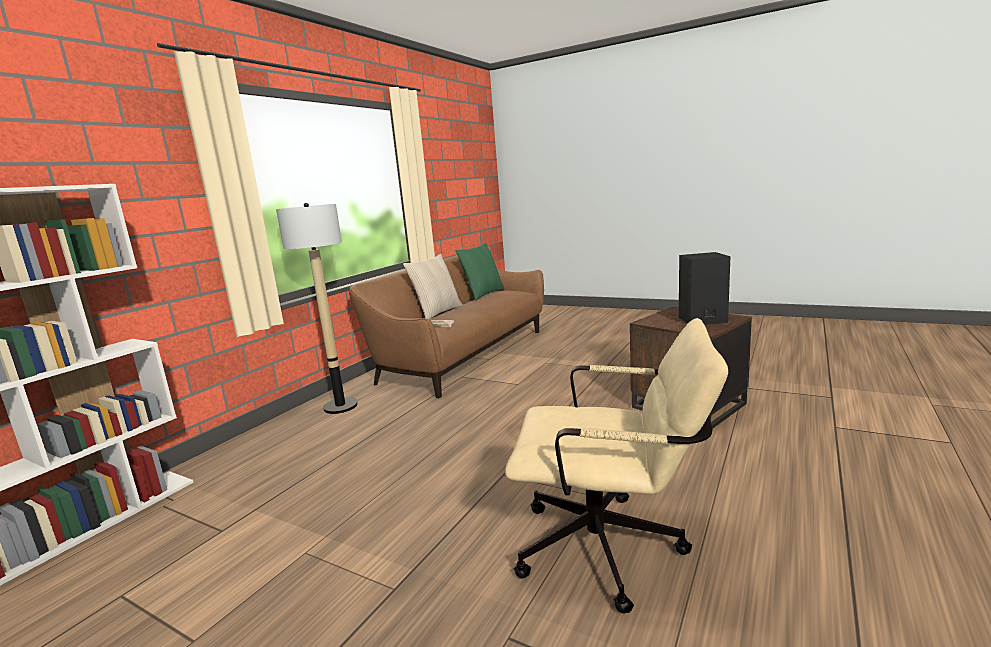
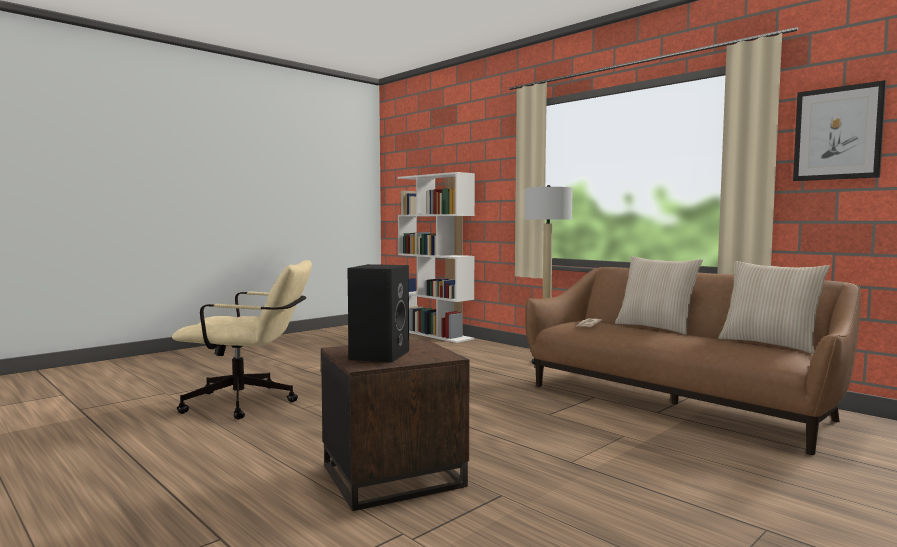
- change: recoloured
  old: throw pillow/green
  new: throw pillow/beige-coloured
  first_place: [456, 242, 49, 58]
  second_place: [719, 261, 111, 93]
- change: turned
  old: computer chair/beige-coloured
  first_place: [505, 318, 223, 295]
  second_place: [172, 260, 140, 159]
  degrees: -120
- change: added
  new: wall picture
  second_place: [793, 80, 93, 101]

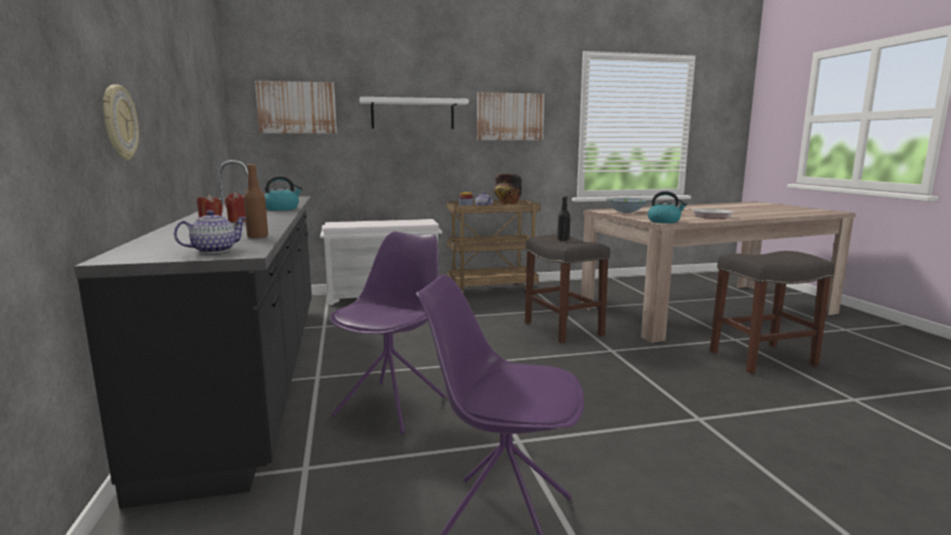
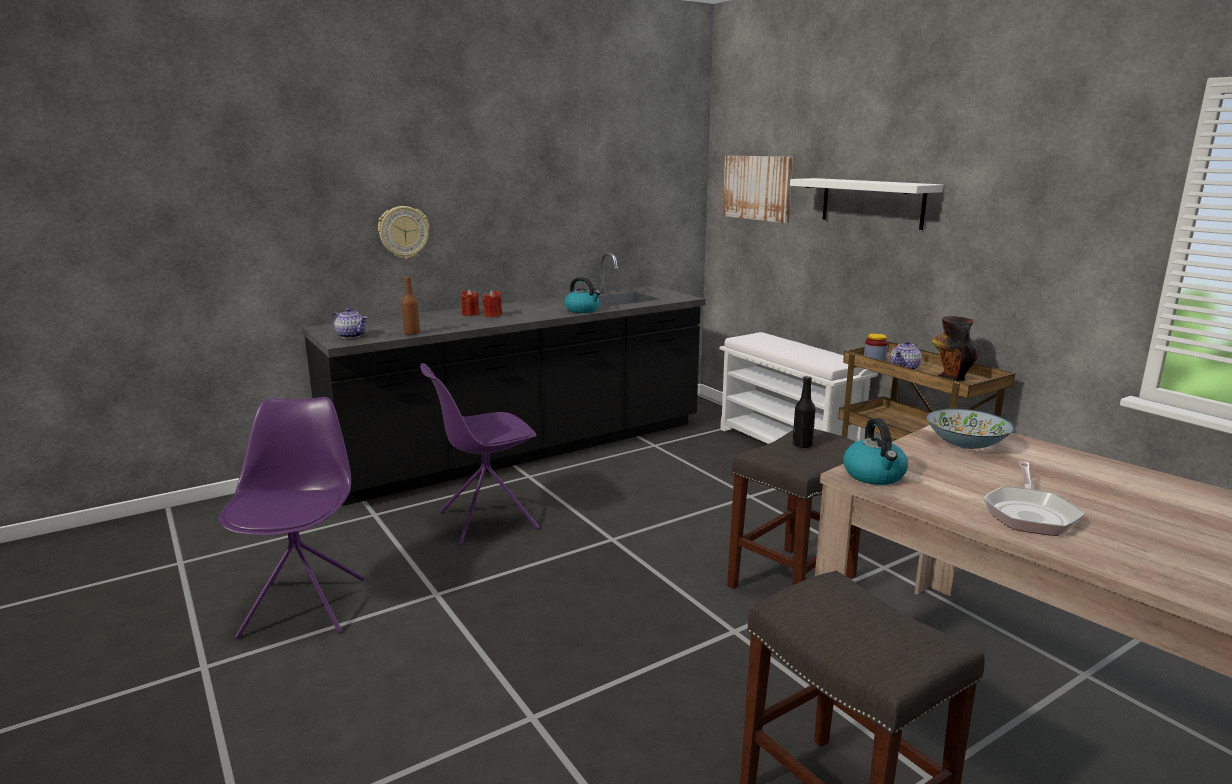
- change: turned
  old: chair/purple
  first_place: [329, 231, 117, 203]
  second_place: [420, 363, 120, 183]
  degrees: 150
- change: removed
  old: wall picture
  first_place: [477, 92, 68, 48]

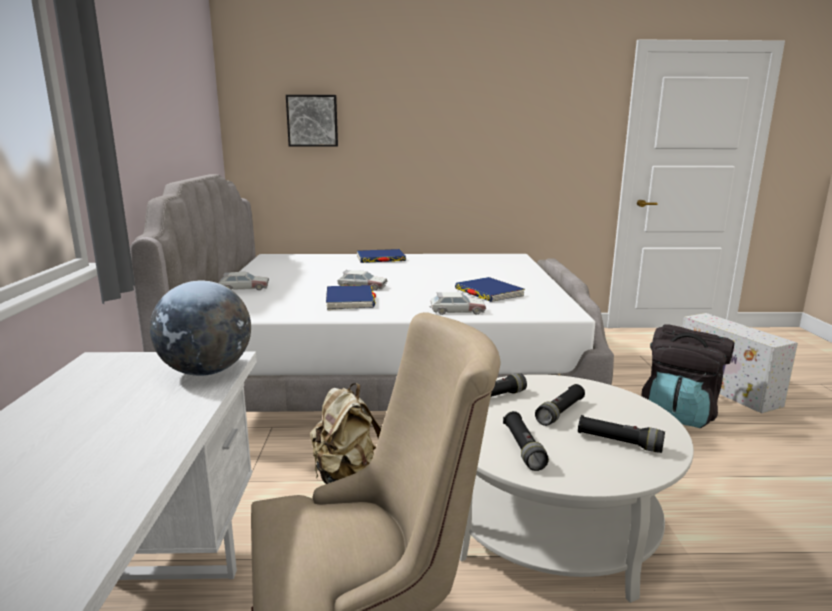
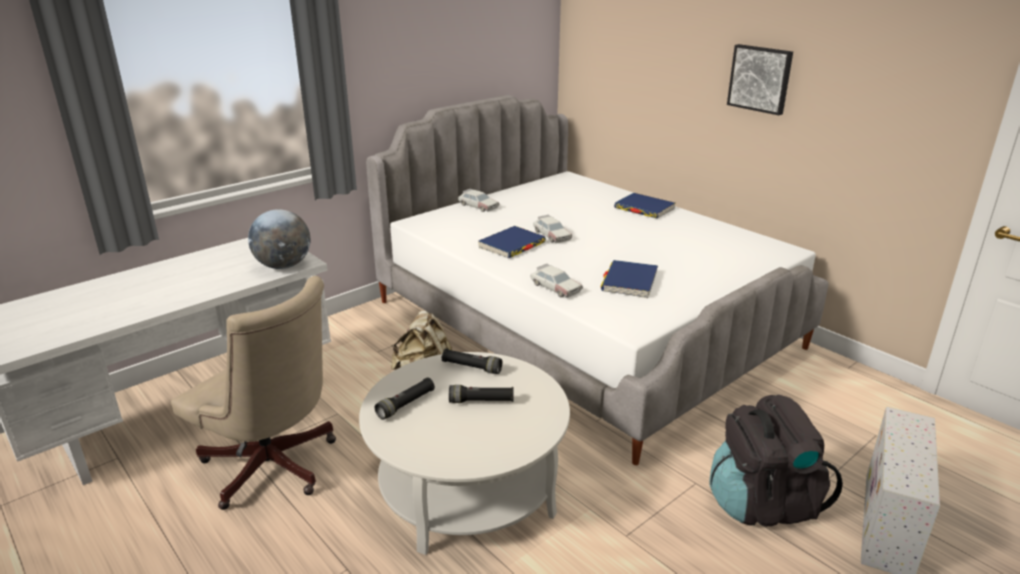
- change: moved
  old: wall picture
  first_place: [286, 95, 52, 52]
  second_place: [727, 44, 66, 71]
- change: removed
  old: hand torch/blackish
  first_place: [578, 415, 87, 38]

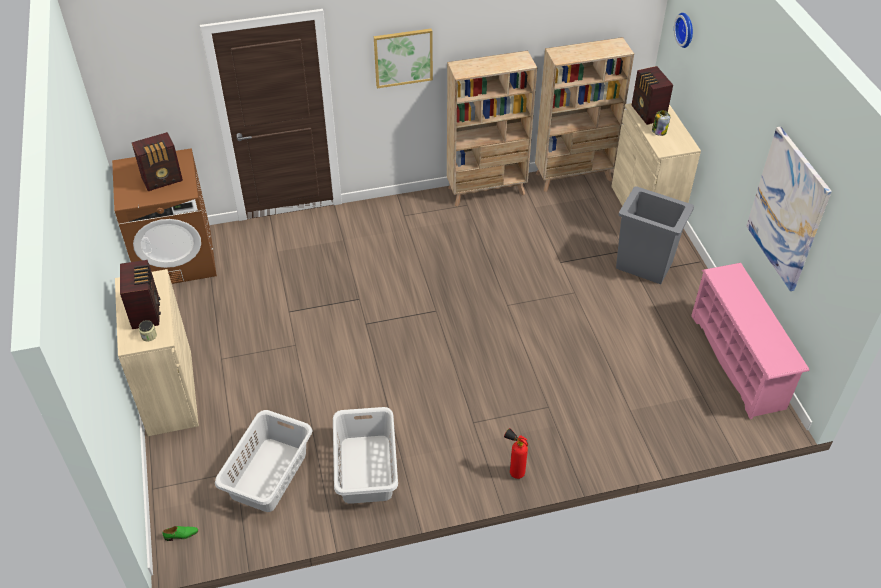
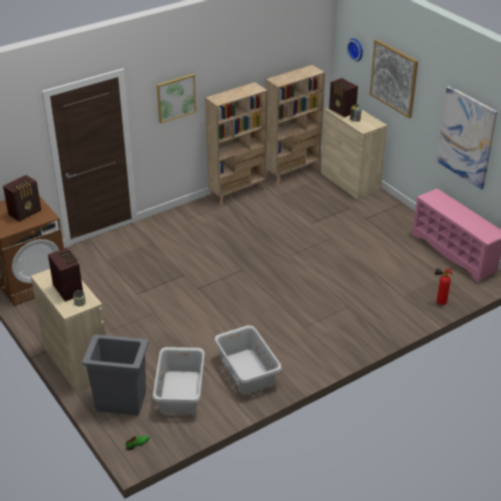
- change: moved
  old: fire-fighting cylinder
  first_place: [504, 428, 24, 51]
  second_place: [435, 268, 17, 37]
- change: moved
  old: waste bin/grey
  first_place: [616, 186, 78, 98]
  second_place: [82, 334, 66, 82]
- change: added
  new: wall picture
  second_place: [370, 39, 48, 79]

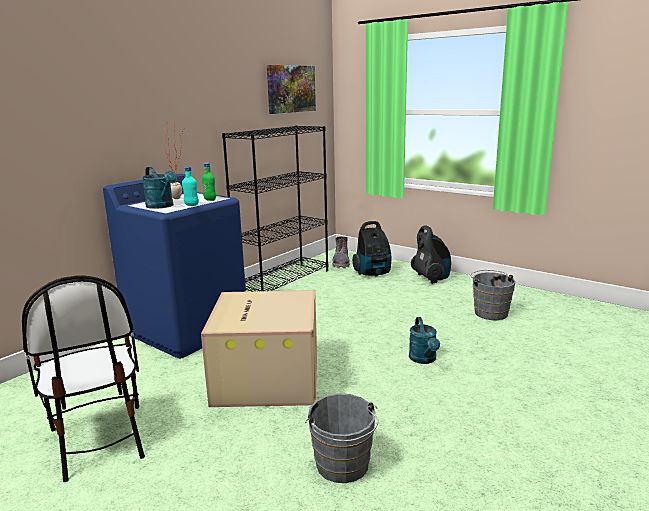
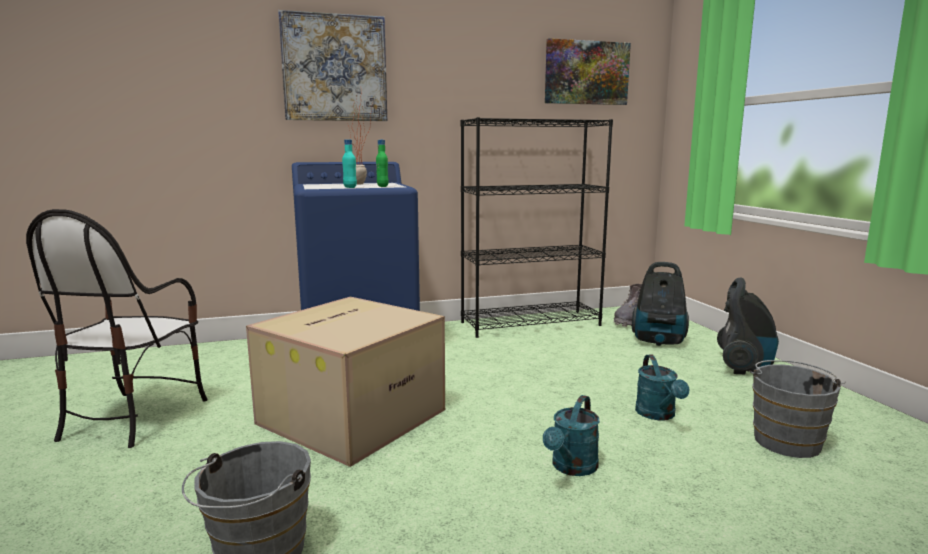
- change: moved
  old: sprinkling can/blue-green
  first_place: [142, 167, 35, 42]
  second_place: [635, 355, 55, 66]
- change: added
  new: wall picture
  second_place: [278, 10, 109, 111]

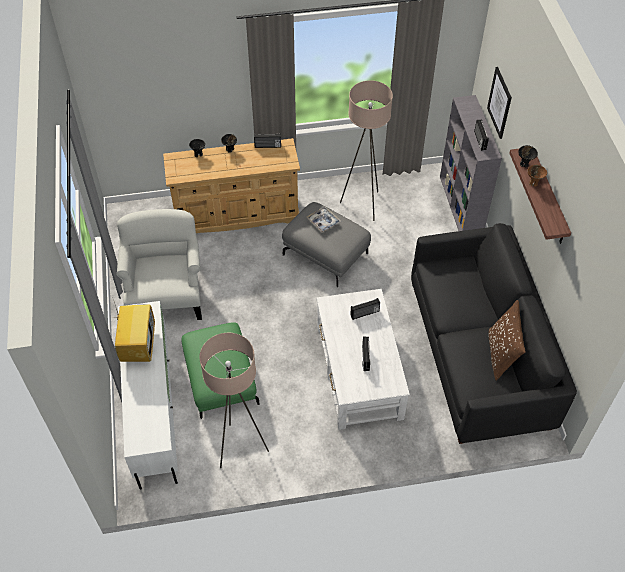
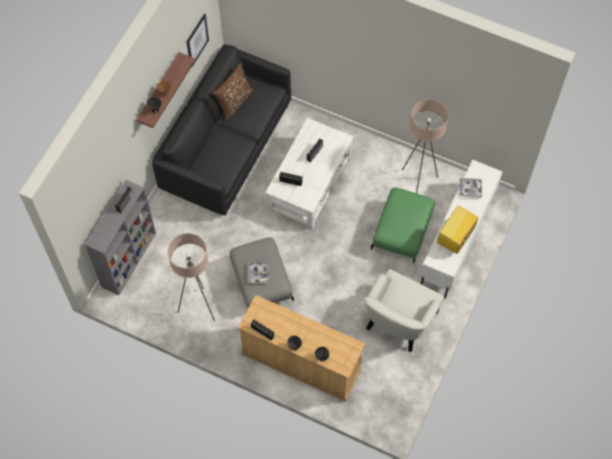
- change: moved
  old: wall picture
  first_place: [487, 67, 25, 72]
  second_place: [186, 14, 23, 54]
- change: added
  new: carrying tray
  second_place: [460, 178, 22, 20]

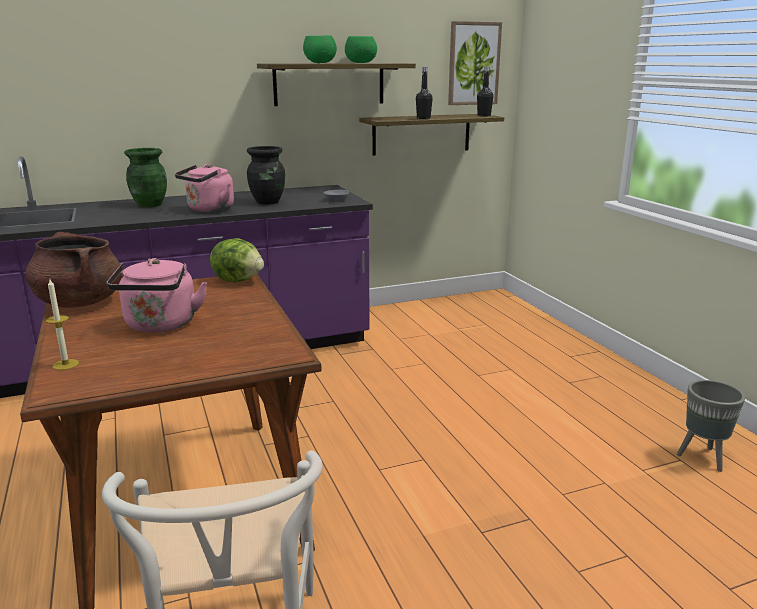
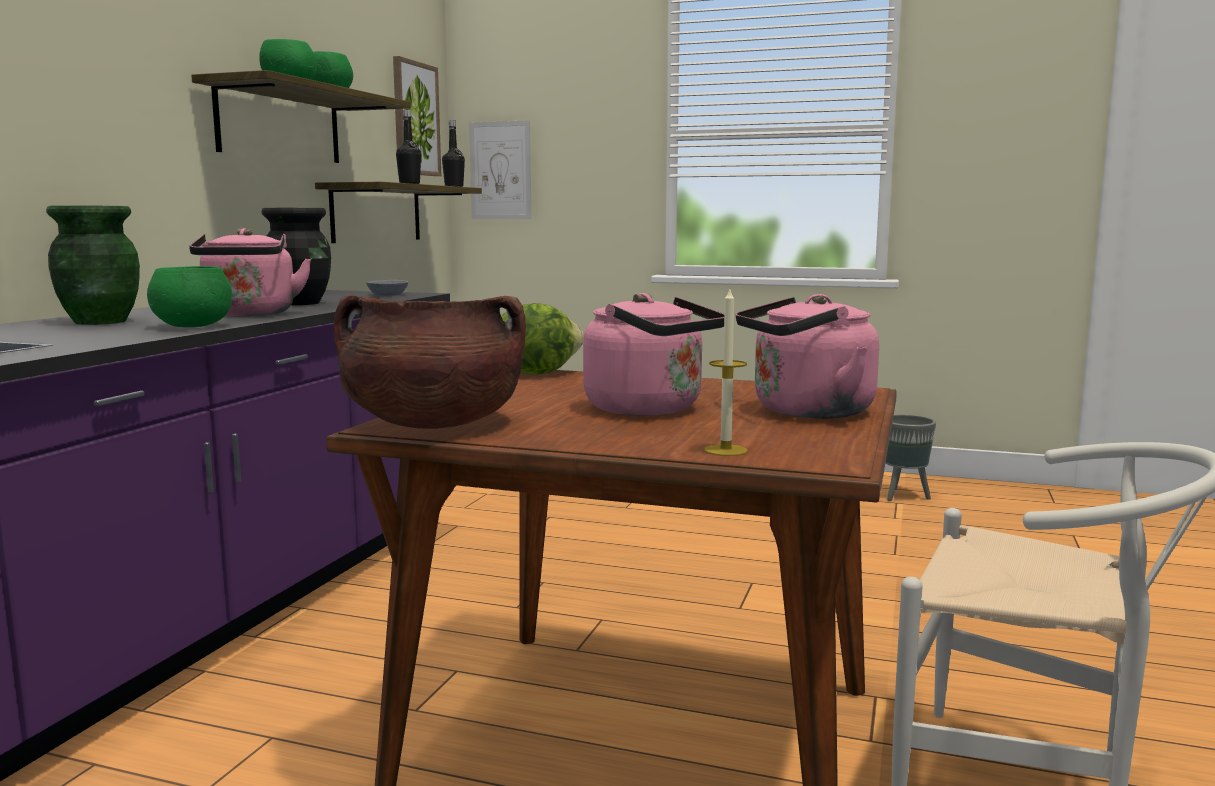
- change: added
  new: serving bowl/green
  second_place: [147, 266, 85, 61]
- change: added
  new: wall picture
  second_place: [469, 120, 62, 99]
- change: added
  new: water kettle/pink
  second_place: [736, 294, 143, 124]

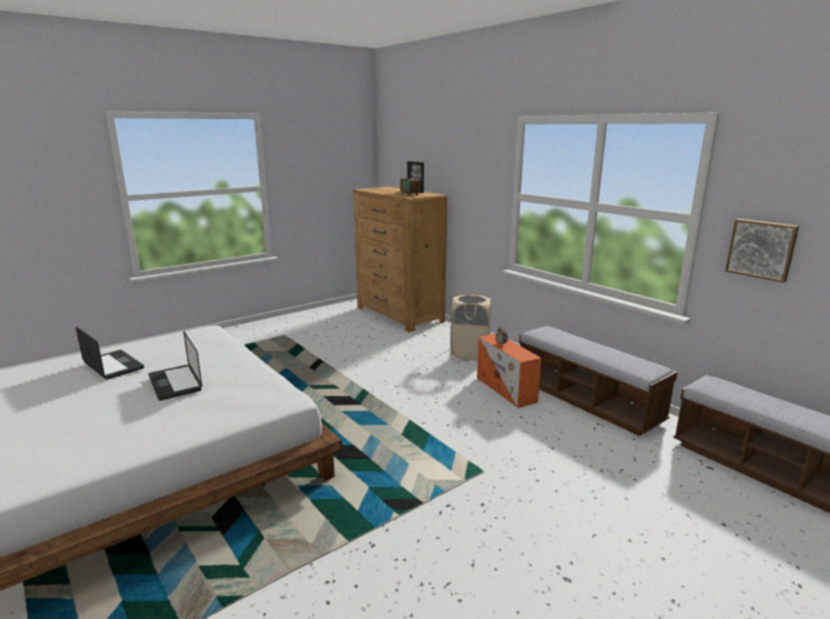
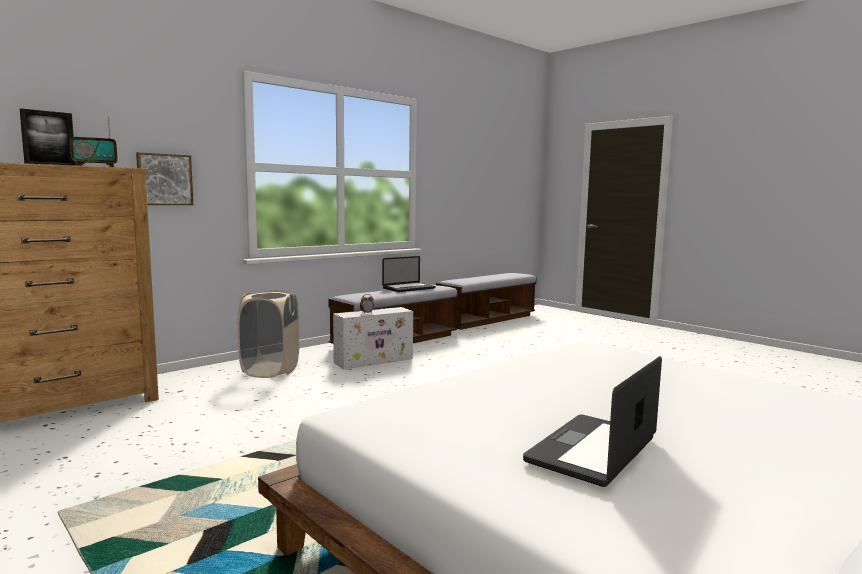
- change: moved
  old: notebook computer
  first_place: [149, 330, 53, 71]
  second_place: [382, 256, 53, 36]
- change: recoloured
  old: storage box/orange-coloured
  new: storage box/white-coloured
  first_place: [477, 334, 65, 74]
  second_place: [333, 307, 80, 63]
- change: moved
  old: wall picture
  first_place: [725, 219, 74, 64]
  second_place: [136, 152, 57, 53]

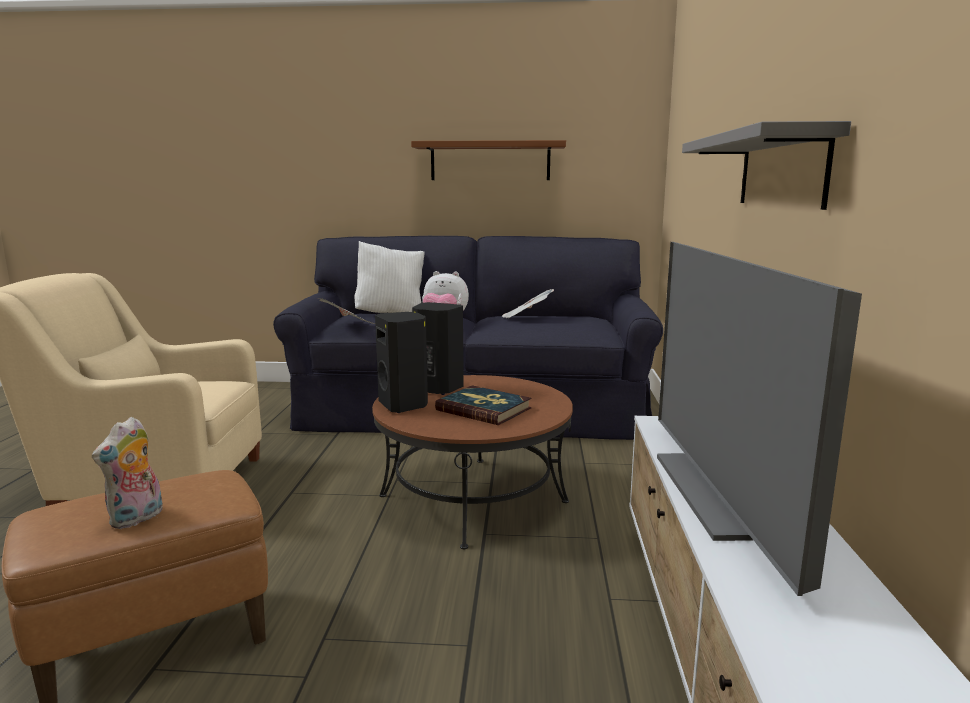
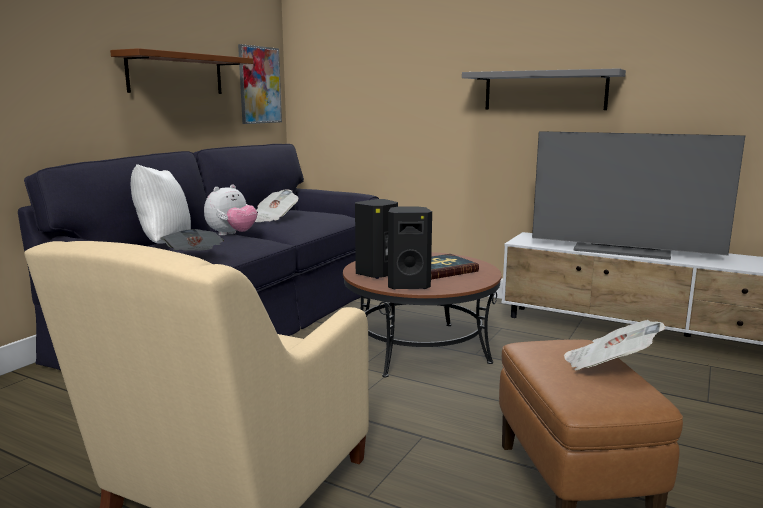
- change: replaced
  old: cuddly toy
  new: newspaper
  first_place: [92, 417, 71, 112]
  second_place: [564, 320, 101, 50]
- change: added
  new: wall picture
  second_place: [238, 44, 44, 80]

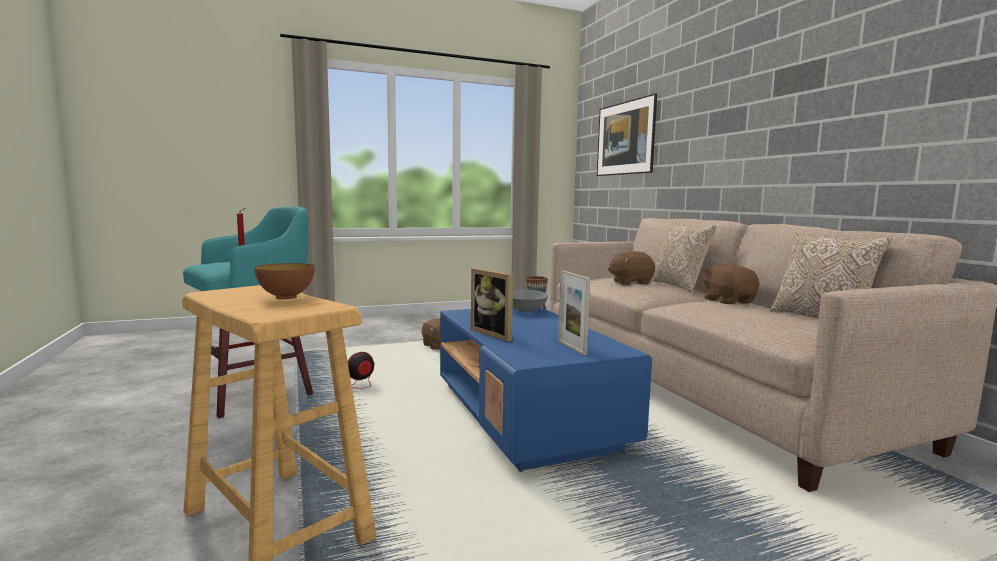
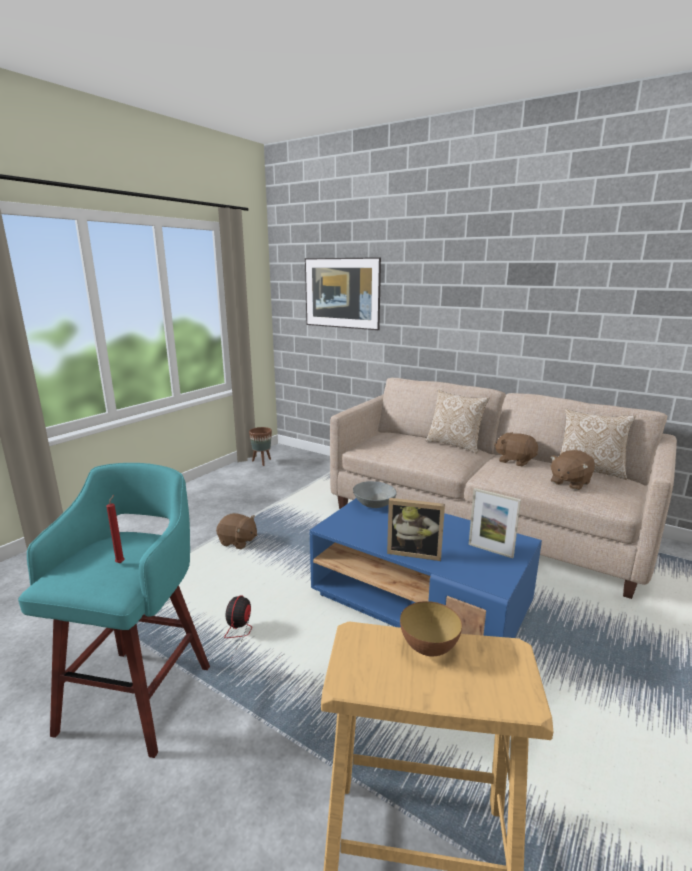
- change: moved
  old: cuddly toy/brownish
  first_place: [608, 251, 47, 34]
  second_place: [550, 450, 45, 40]

